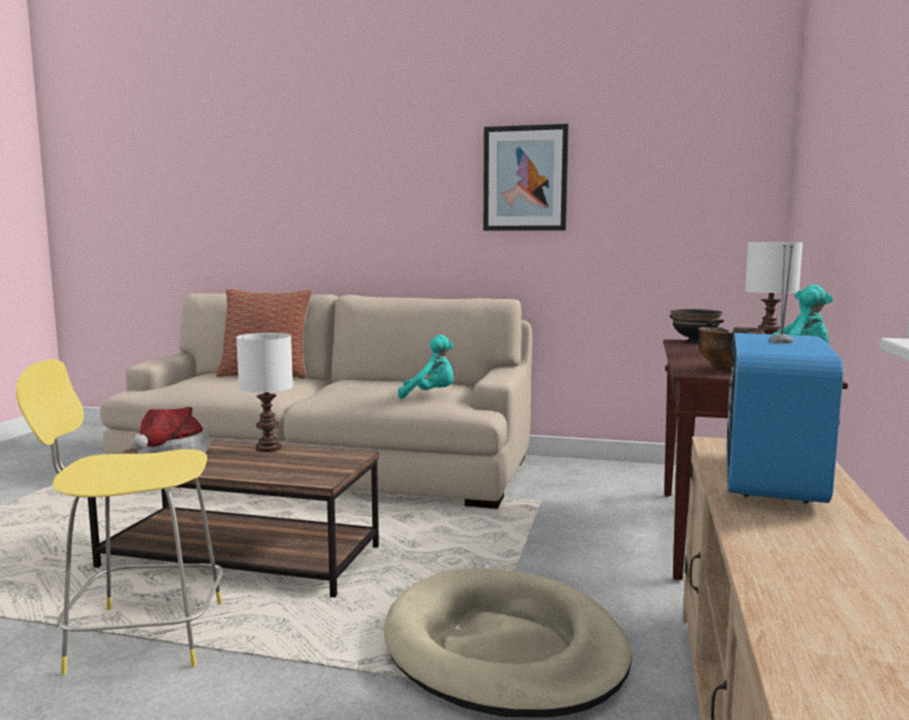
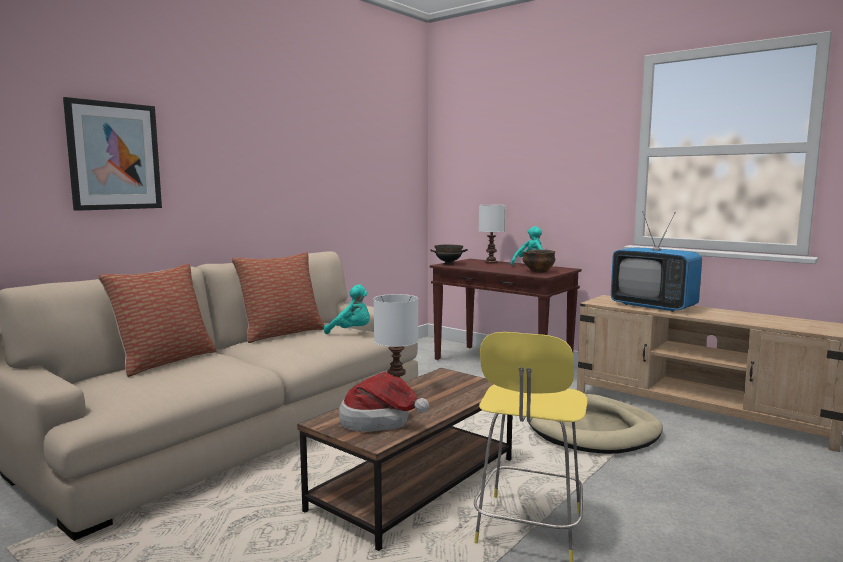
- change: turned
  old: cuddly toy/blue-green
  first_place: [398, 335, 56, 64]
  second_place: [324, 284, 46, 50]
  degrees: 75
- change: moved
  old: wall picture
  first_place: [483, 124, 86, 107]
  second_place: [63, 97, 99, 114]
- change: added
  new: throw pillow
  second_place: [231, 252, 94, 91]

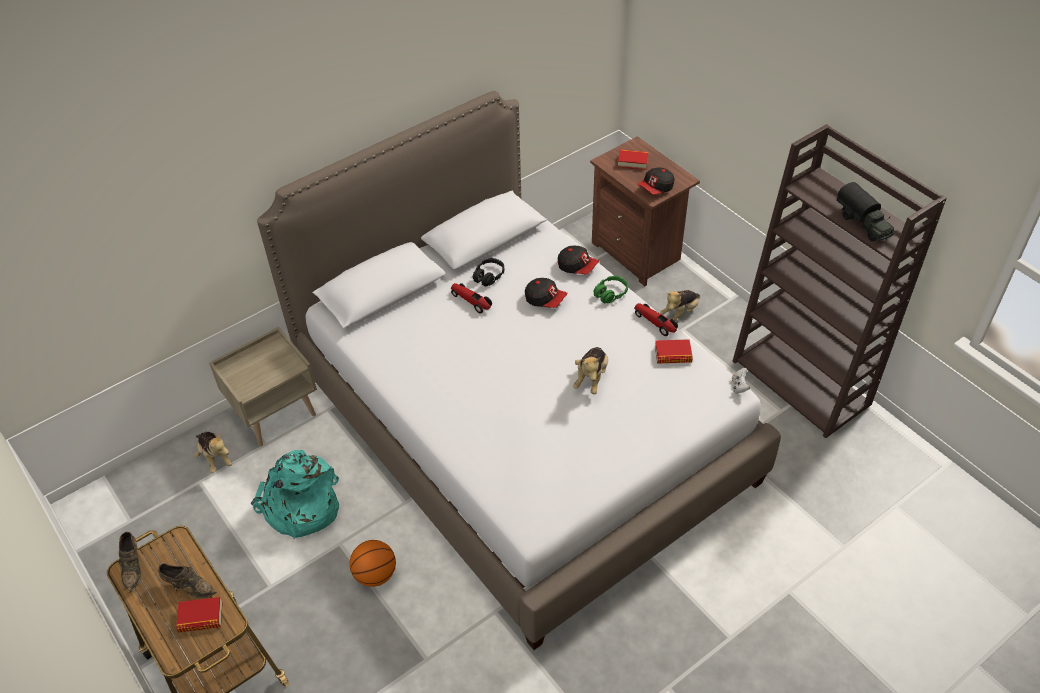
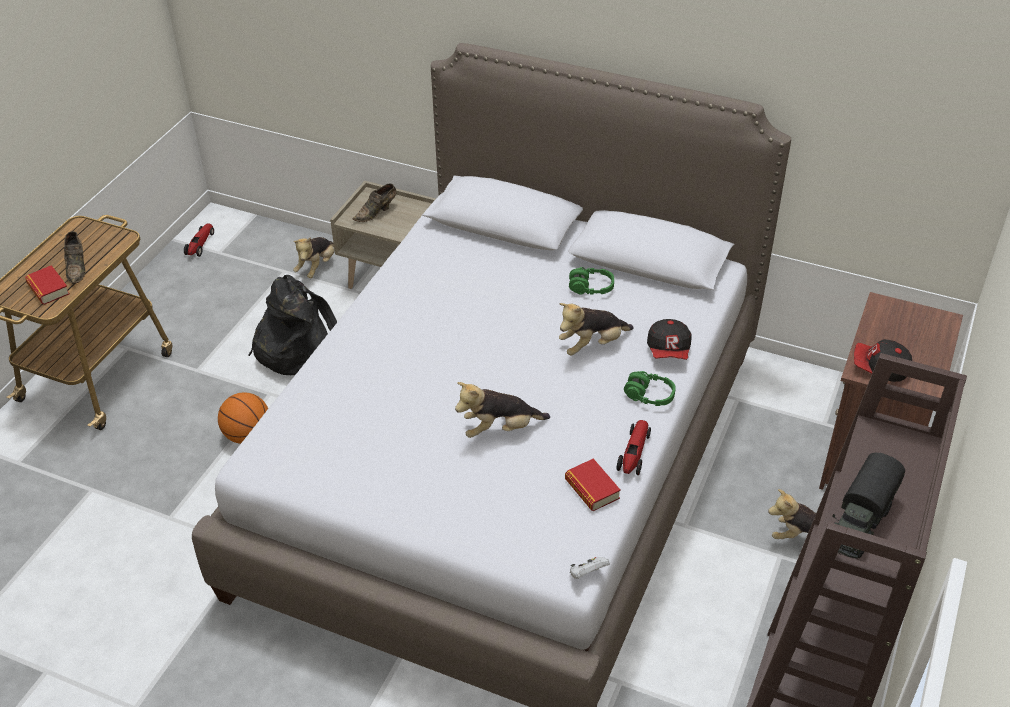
- change: moved
  old: item of footwear/brownish
  first_place: [119, 532, 22, 61]
  second_place: [352, 183, 44, 39]
- change: recoloured
  old: knapsack/blue-green
  new: knapsack/blackish
  first_place: [251, 450, 88, 89]
  second_place: [249, 275, 88, 100]
- change: moved
  old: toy car
  first_place: [451, 283, 41, 31]
  second_place: [184, 223, 30, 34]
- change: recoloured
  old: headset/blackish
  new: headset/green
  first_place: [473, 258, 31, 29]
  second_place: [569, 267, 45, 28]
- change: replaced
  old: baseball cap
  new: cuddly toy
  first_place: [525, 278, 43, 30]
  second_place: [559, 303, 75, 52]
- change: removed
  old: bound book
  first_place: [618, 149, 31, 21]

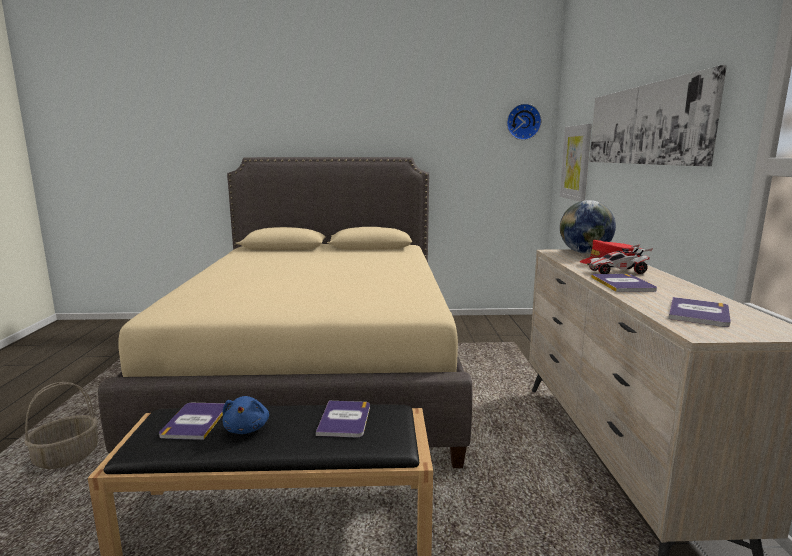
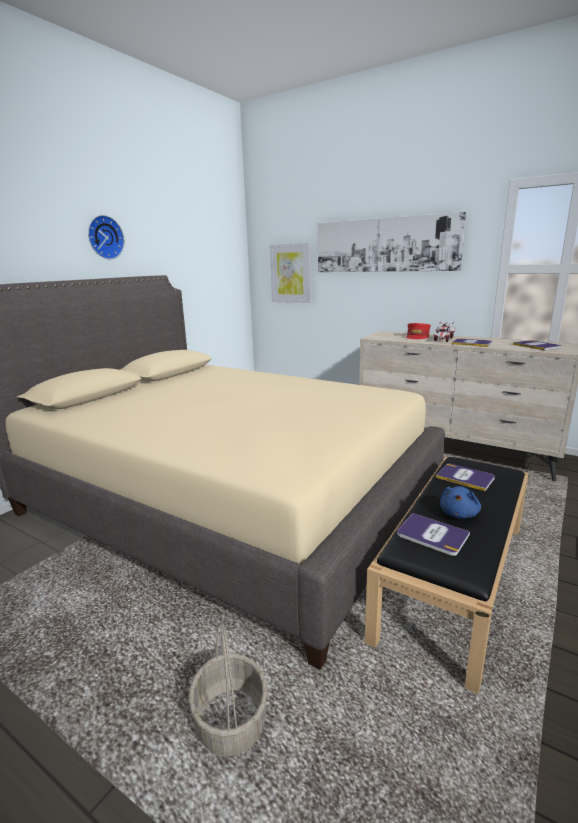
- change: turned
  old: cuddly toy/blue-coloured
  first_place: [222, 396, 47, 38]
  second_place: [440, 486, 41, 33]
  degrees: 90
- change: moved
  old: wall clock
  first_place: [507, 103, 35, 37]
  second_place: [88, 215, 36, 44]
- change: removed
  old: world globe
  first_place: [560, 200, 56, 54]

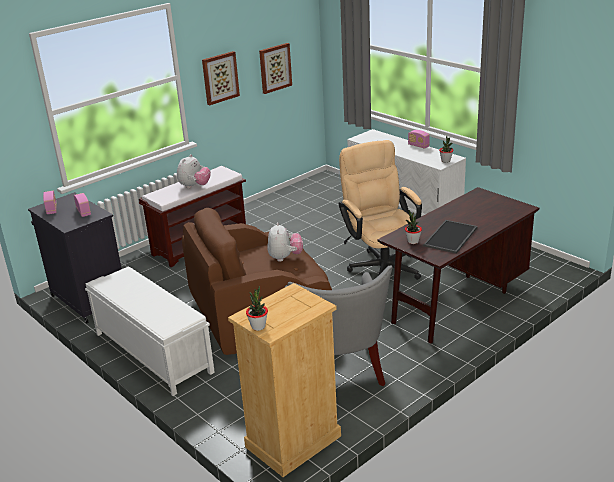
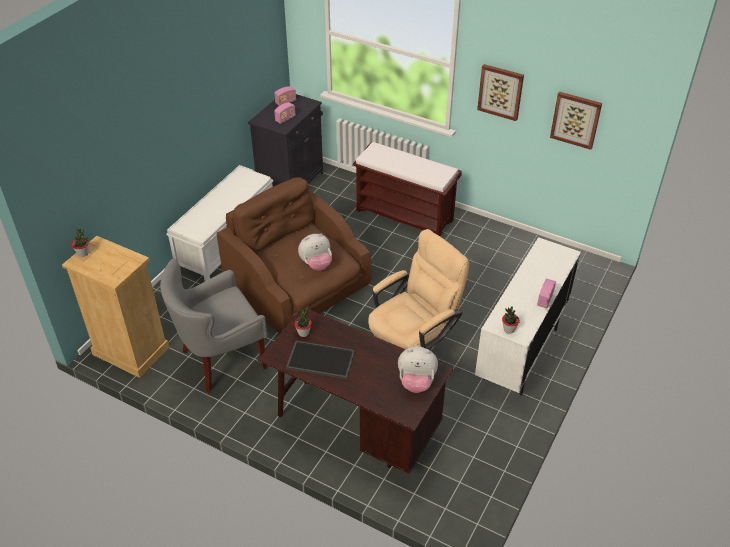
- change: moved
  old: cuddly toy
  first_place: [177, 154, 34, 35]
  second_place: [398, 347, 40, 46]

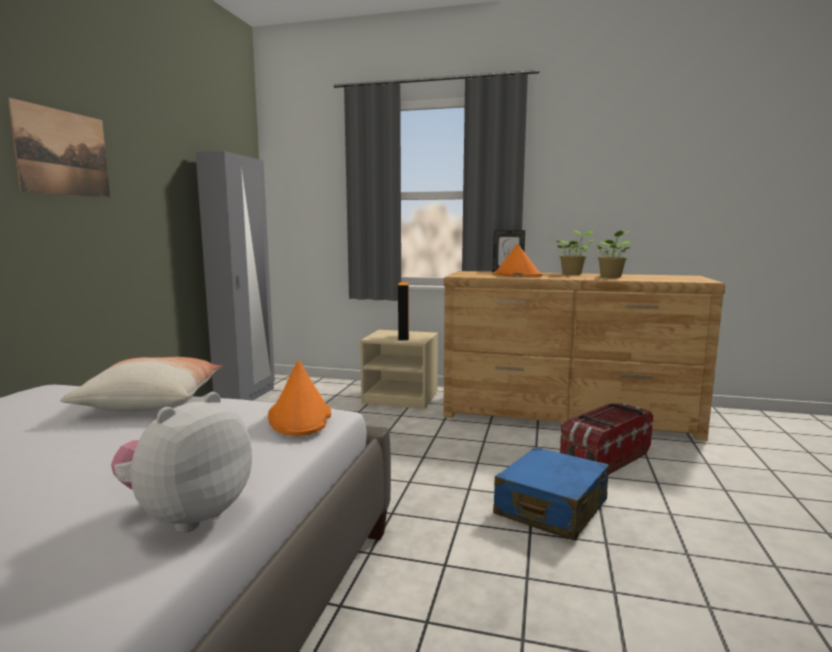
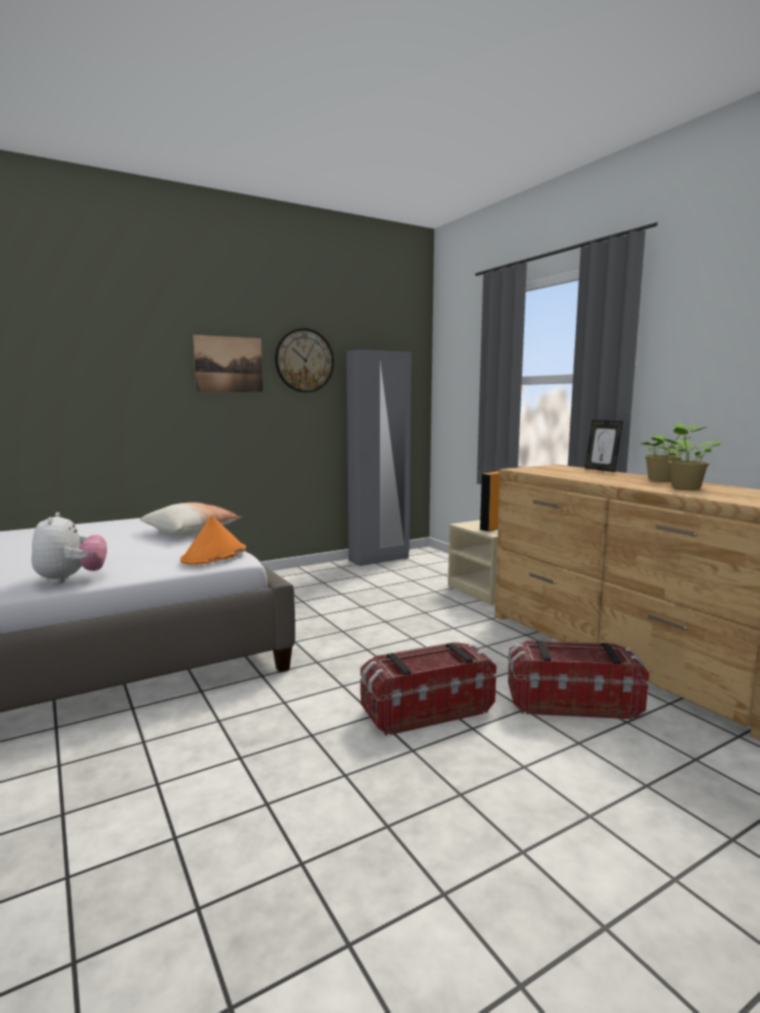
- change: turned
  old: cuddly toy
  first_place: [111, 392, 141, 141]
  second_place: [31, 512, 76, 72]
  degrees: 90
- change: replaced
  old: piece of luggage/blue-coloured
  new: storage box
  first_place: [493, 447, 116, 94]
  second_place: [360, 642, 137, 94]
- change: removed
  old: clothing hat/orange-coloured
  first_place: [494, 244, 49, 33]
- change: added
  new: wall clock
  second_place: [275, 328, 59, 65]

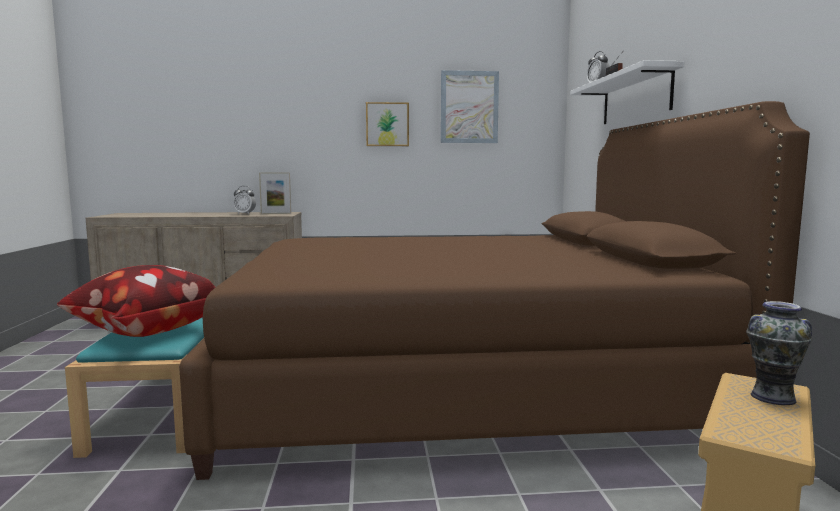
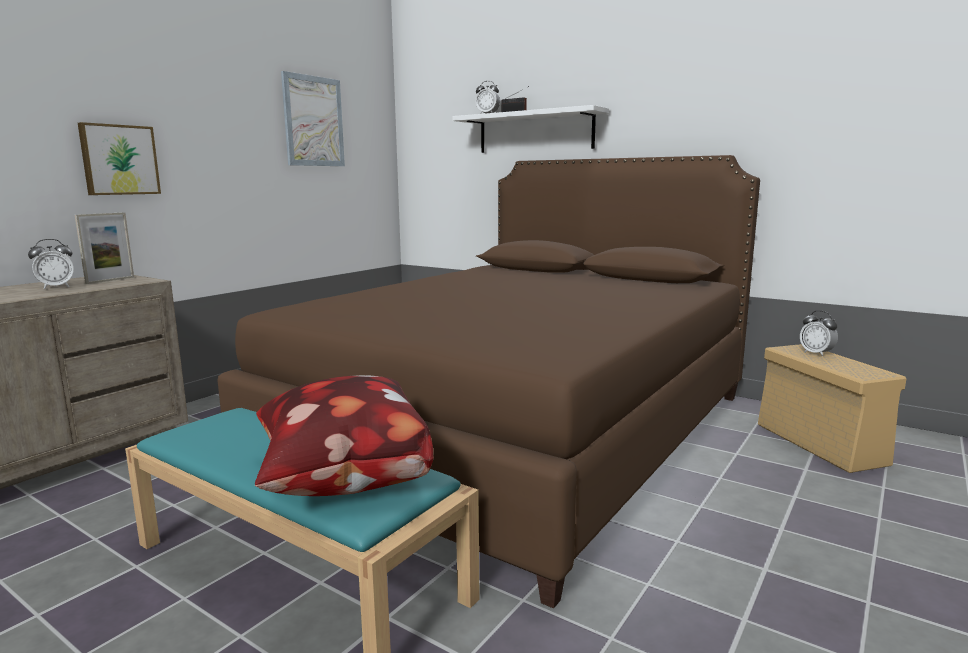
- change: moved
  old: wall picture
  first_place: [366, 102, 43, 44]
  second_place: [78, 122, 83, 73]
- change: replaced
  old: flower vase
  new: alarm clock
  first_place: [746, 301, 66, 104]
  second_place: [800, 311, 38, 46]

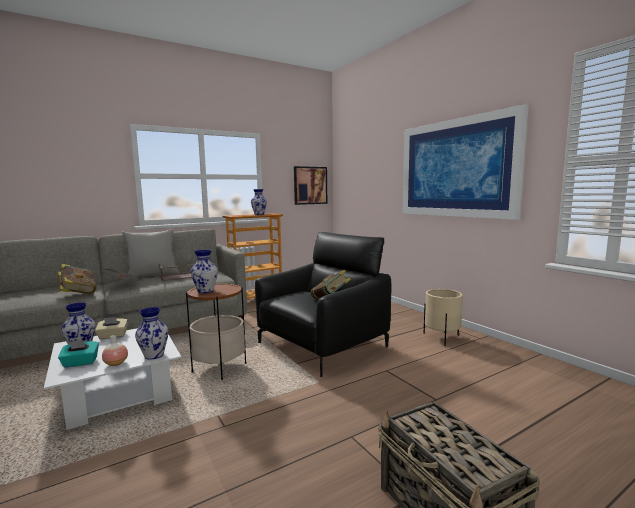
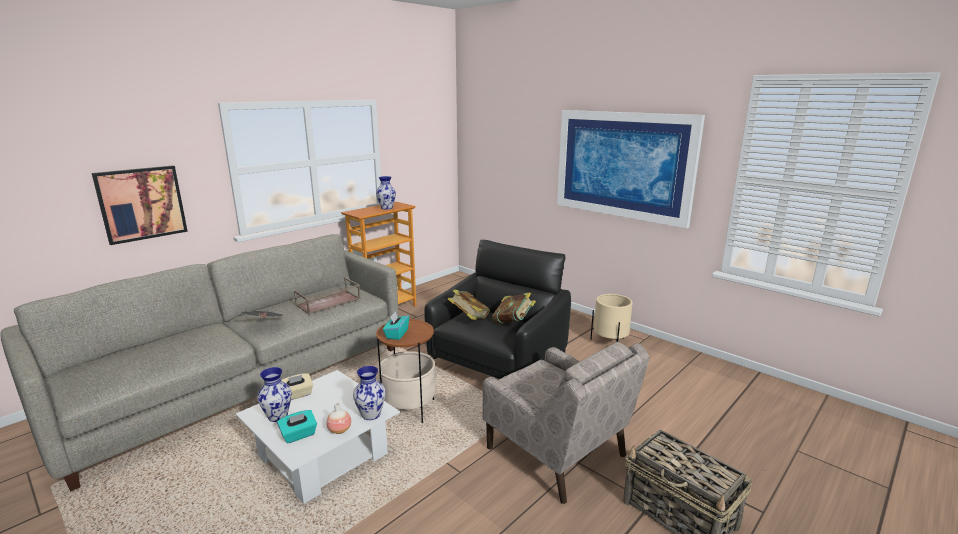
- change: moved
  old: bound book
  first_place: [57, 264, 40, 30]
  second_place: [448, 290, 42, 30]
- change: removed
  old: throw pillow/grey
  first_place: [122, 230, 57, 47]
- change: replaced
  old: flower vase
  new: tissue holder/blue-green
  first_place: [191, 250, 27, 43]
  second_place: [383, 311, 26, 29]
- change: moved
  old: wall picture
  first_place: [294, 166, 33, 39]
  second_place: [92, 165, 96, 80]
- change: added
  new: easy chair/beige-coloured
  second_place: [482, 342, 167, 162]

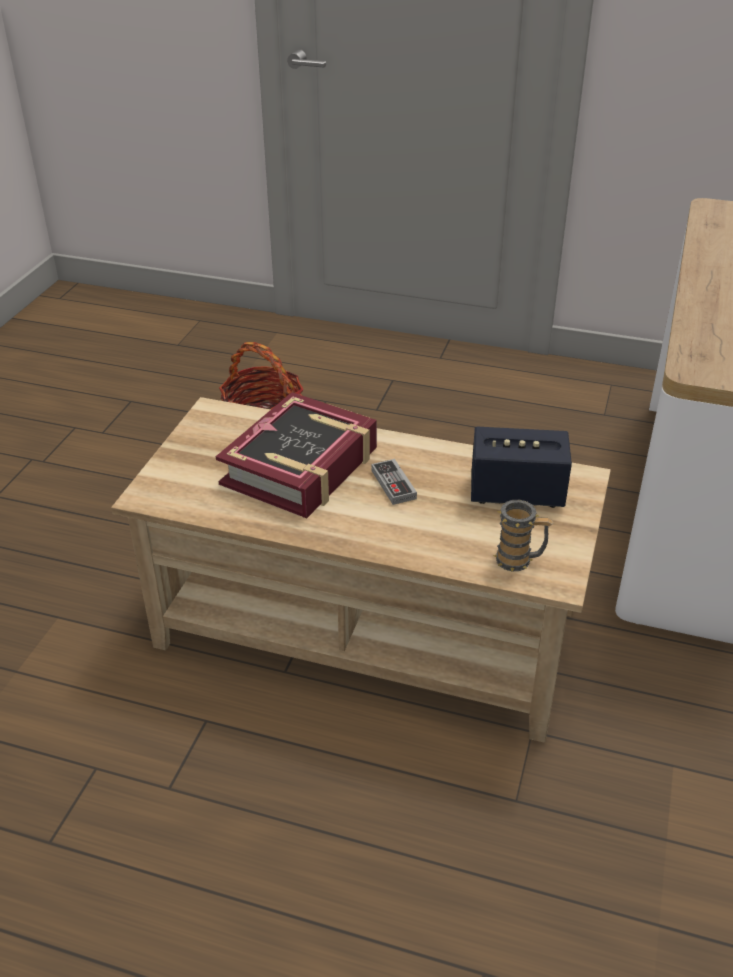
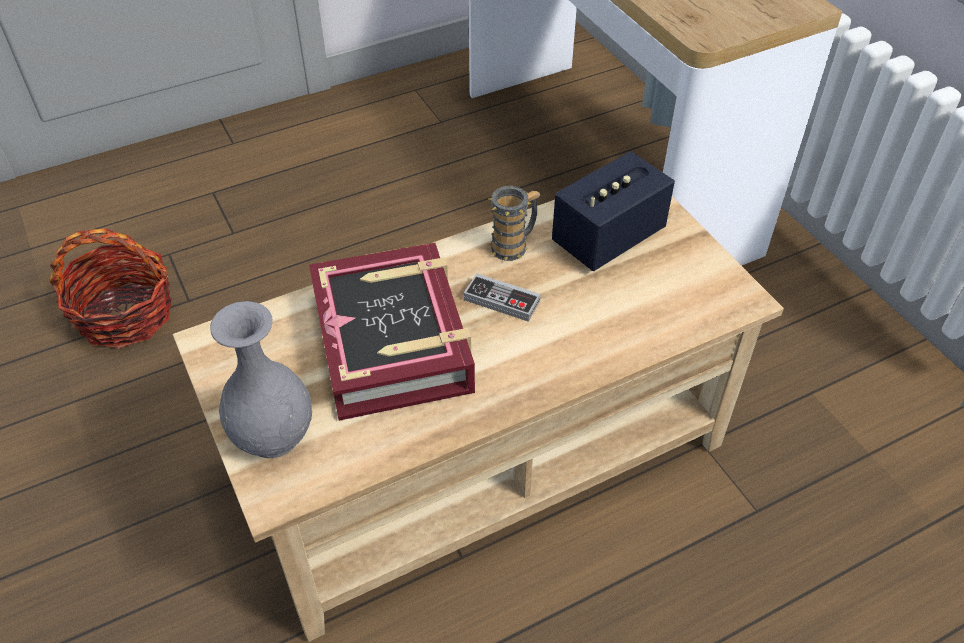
- change: moved
  old: tea mug
  first_place: [493, 500, 60, 71]
  second_place: [488, 186, 52, 75]
- change: added
  new: flower vase/grey
  second_place: [210, 301, 102, 157]

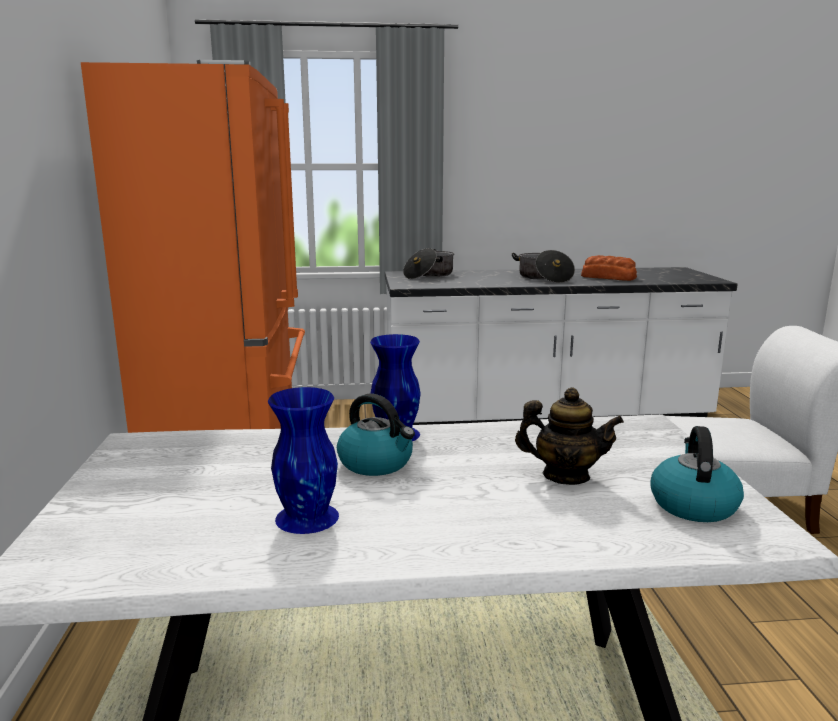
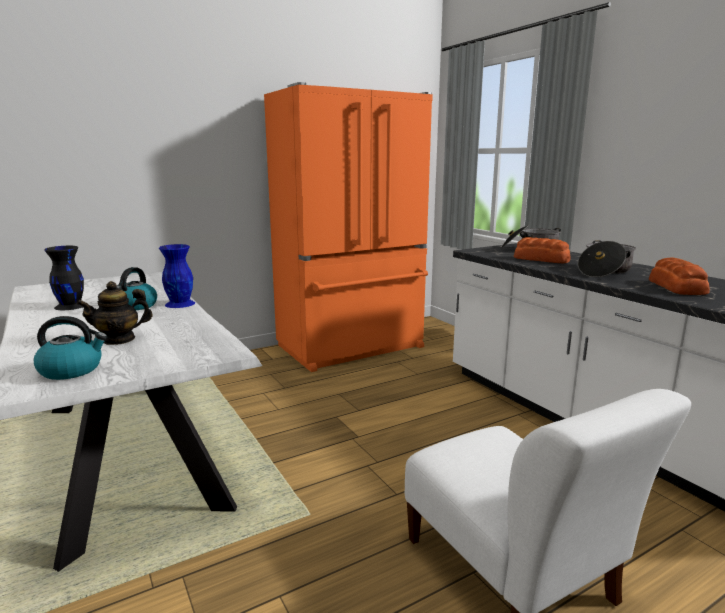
- change: recoloured
  old: flower vase/blue-coloured
  new: flower vase/blackish
  first_place: [268, 387, 71, 147]
  second_place: [44, 246, 40, 64]
- change: turned
  old: pot for tea
  first_place: [515, 387, 109, 98]
  second_place: [77, 281, 76, 64]
  degrees: 75
- change: added
  new: baked bread
  second_place: [514, 237, 57, 26]

